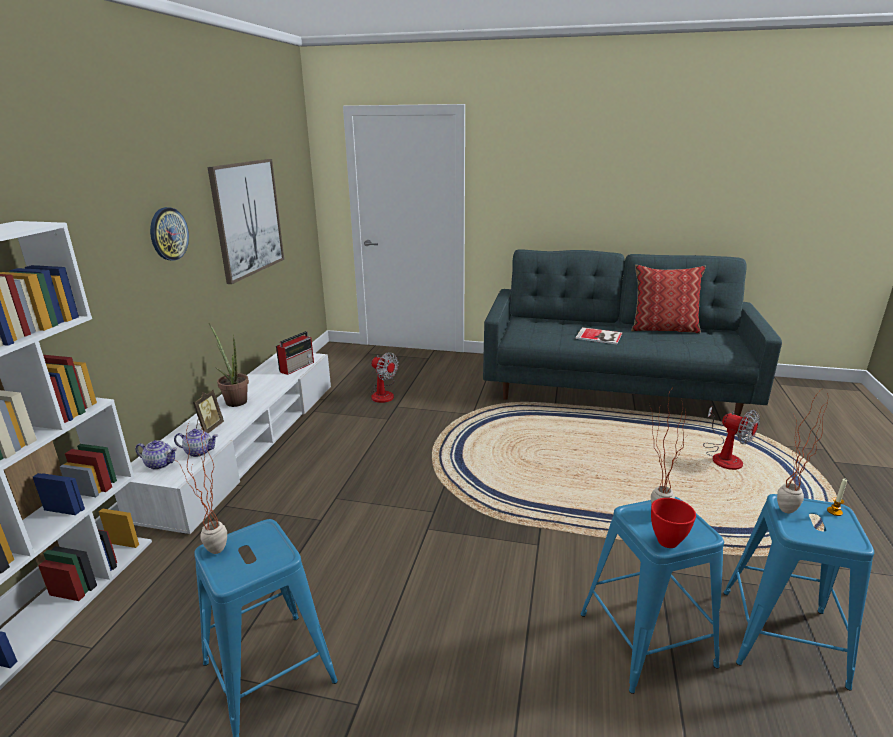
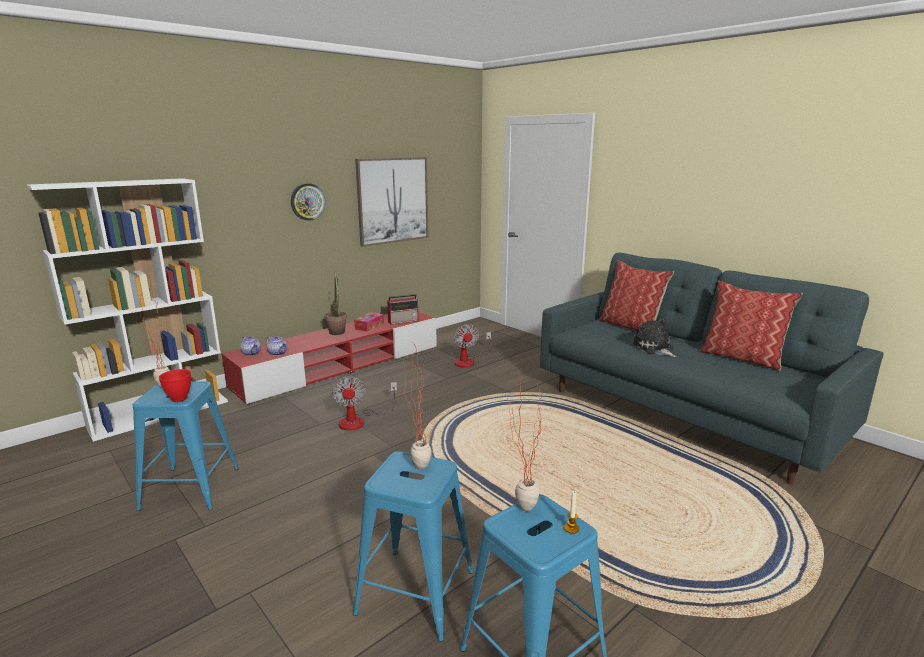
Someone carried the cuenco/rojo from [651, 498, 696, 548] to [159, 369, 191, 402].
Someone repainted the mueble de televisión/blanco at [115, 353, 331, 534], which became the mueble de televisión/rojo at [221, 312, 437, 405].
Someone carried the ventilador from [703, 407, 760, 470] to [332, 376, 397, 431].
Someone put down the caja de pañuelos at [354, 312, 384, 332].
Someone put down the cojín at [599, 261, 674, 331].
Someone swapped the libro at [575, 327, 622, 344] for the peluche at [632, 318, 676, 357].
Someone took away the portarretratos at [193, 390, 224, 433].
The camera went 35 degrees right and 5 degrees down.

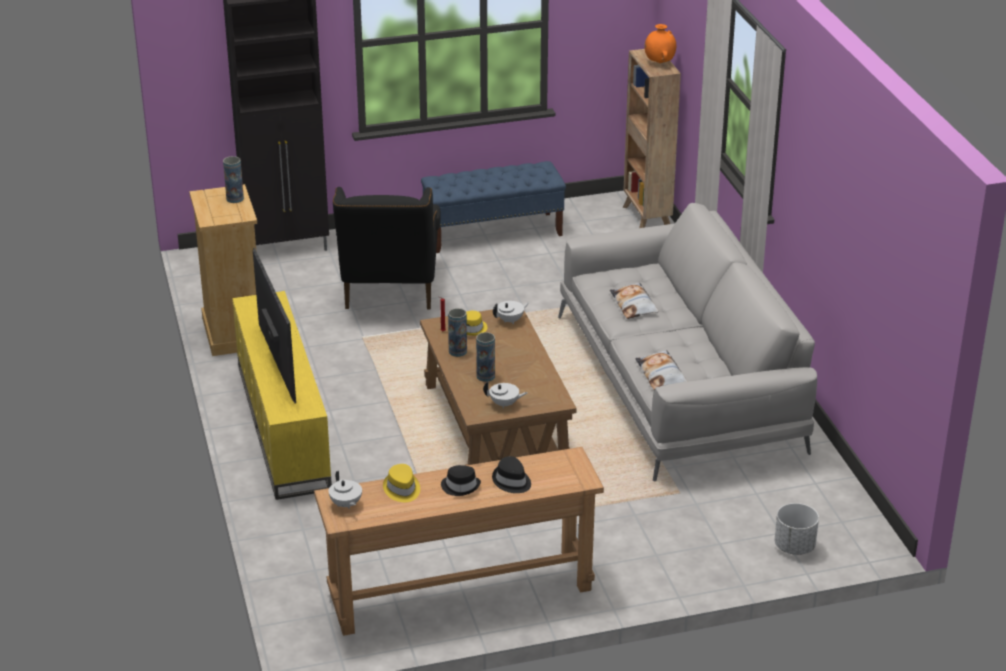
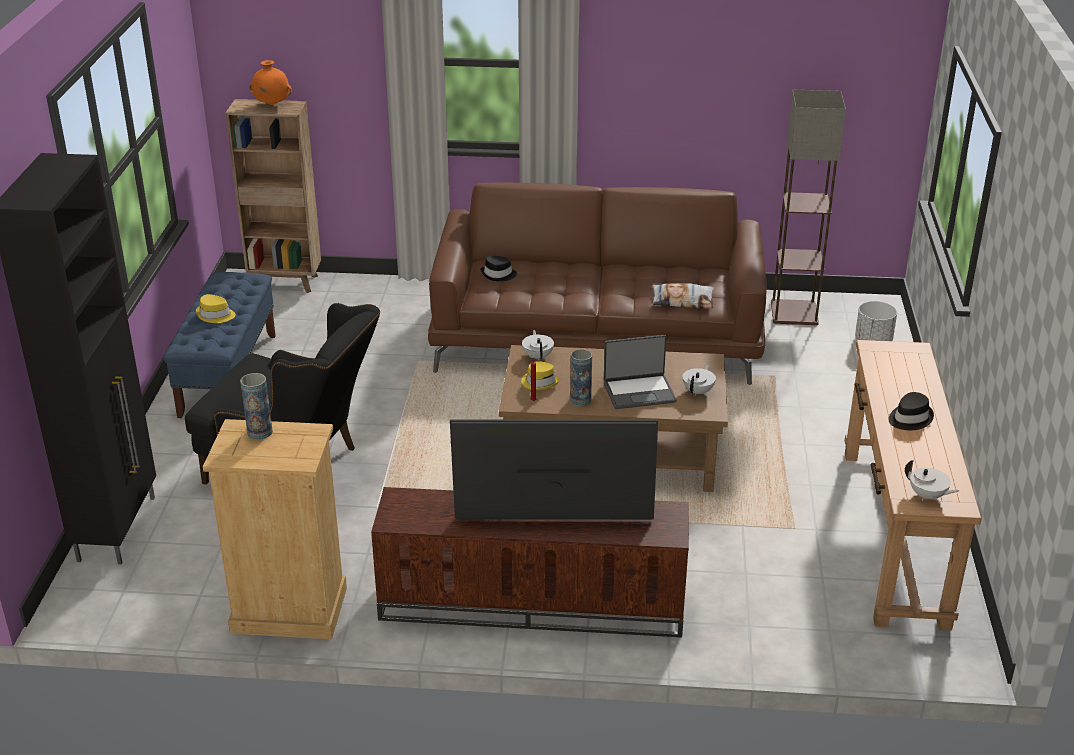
Someone carried the sombrero/amarillo from [383, 464, 420, 502] to [196, 294, 236, 323].
Someone repainted the mueble de televisión/amarillo at [232, 291, 332, 500], which became the mueble de televisión/marrón at [371, 487, 689, 637].
Someone repainted the sofá/gris at [558, 203, 817, 481], which became the sofá/marrón at [428, 183, 767, 385].
Someone carried the sombrero/negro from [492, 456, 531, 493] to [481, 256, 517, 281].
Someone swapped the florero at [476, 332, 495, 382] for the portátil at [604, 335, 677, 409].
Someone put down the lámpara de pie at [771, 90, 846, 325].
Someone rotated the tetera/blanco at [328, 471, 362, 509] by 45 degrees clockwise.
Someone took away the cojín at [610, 282, 659, 319].
The camera went 70 degrees left and 0 degrees up.

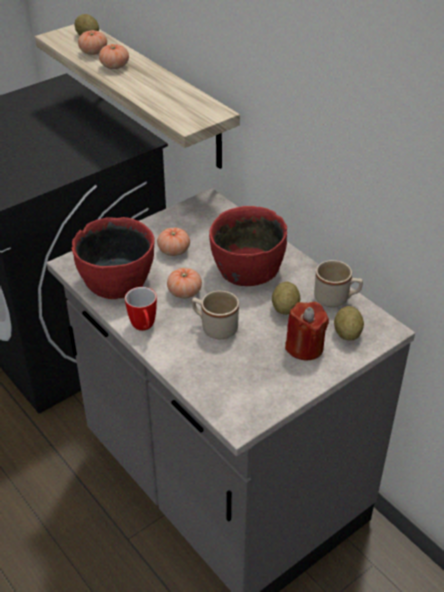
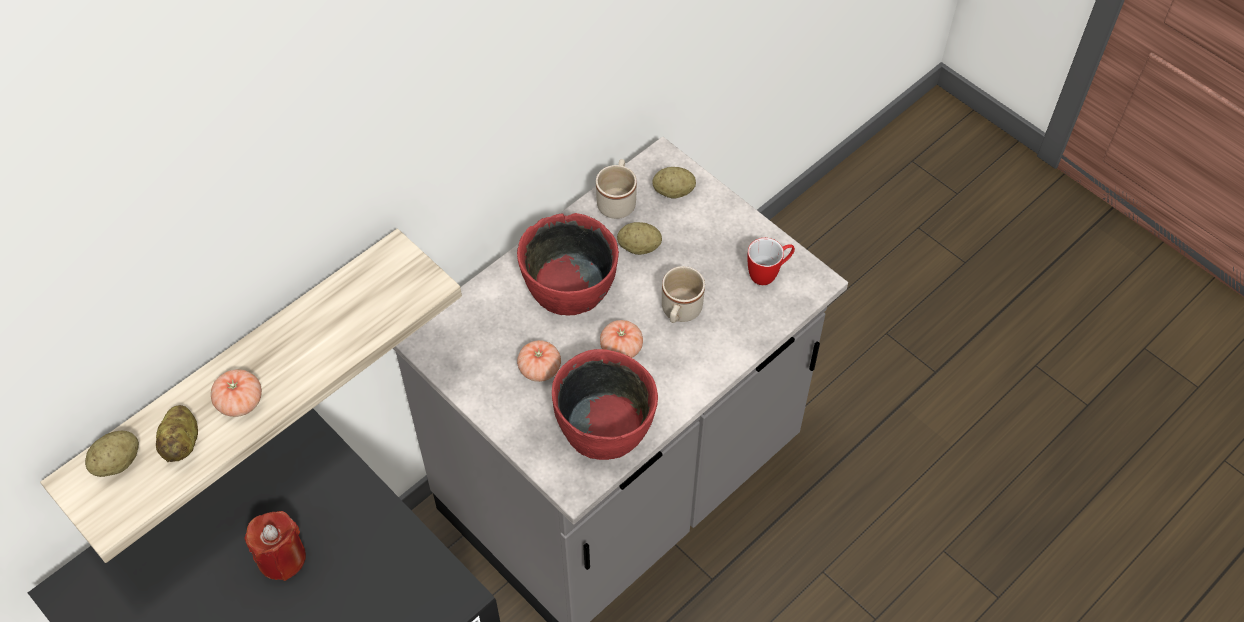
Someone swapped the tomate at [78, 30, 107, 55] for the patata at [156, 405, 198, 462].
Someone carried the vela/rojo from [285, 302, 329, 361] to [244, 511, 306, 581].
Someone carried the taza grande from [125, 287, 157, 331] to [748, 238, 795, 285].
The camera went 95 degrees left and 15 degrees up.

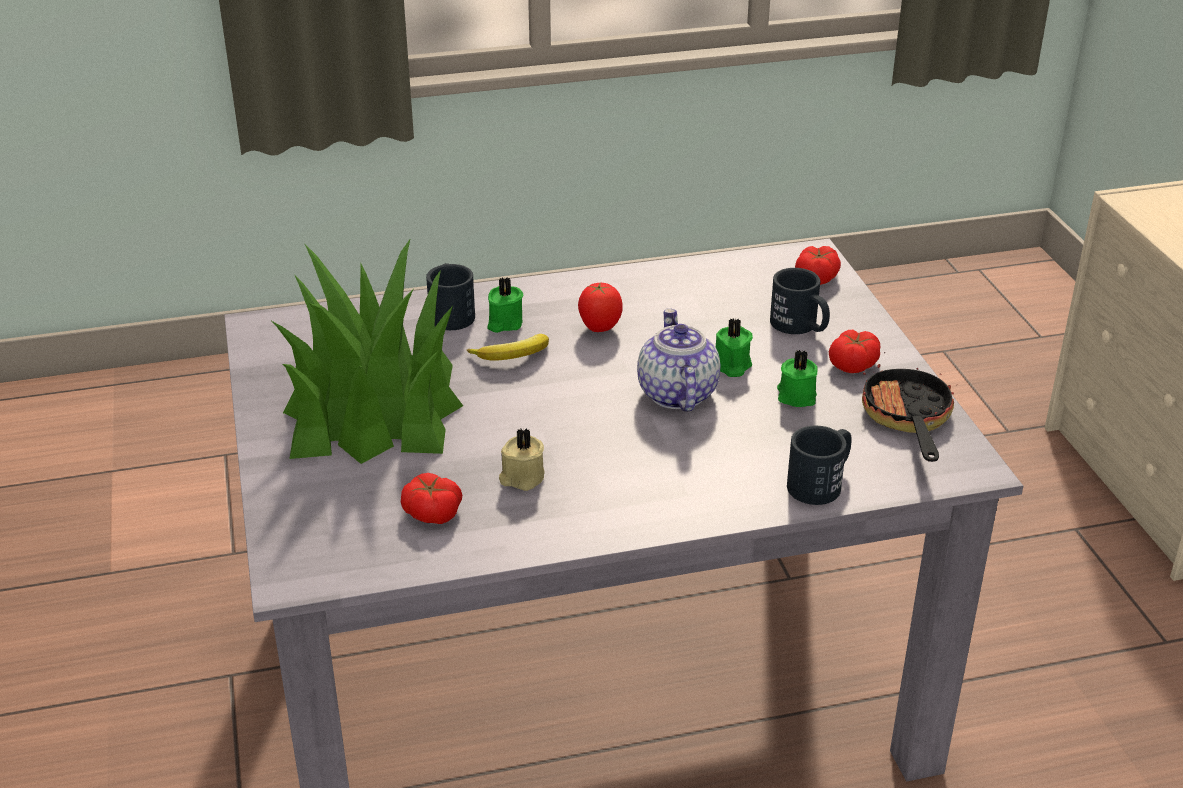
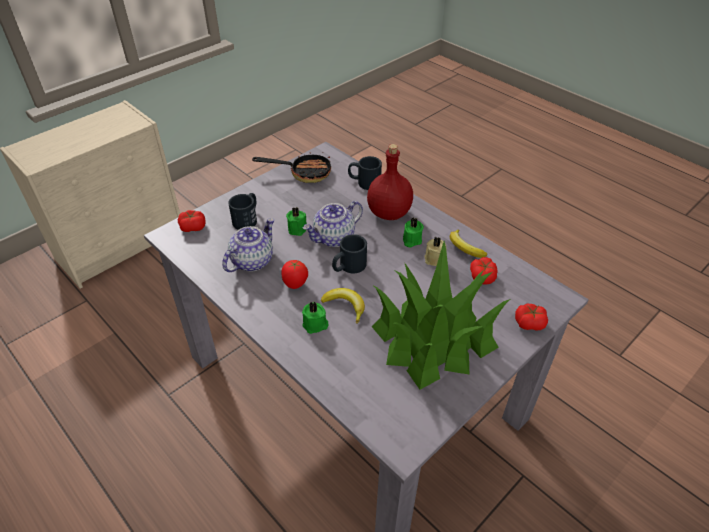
Someone put down the tetera at [222, 218, 275, 272].
Someone rotated the sartén at [862, 352, 955, 462] by 150 degrees counterclockwise.
Someone carried the taza grande/negro from [426, 263, 475, 330] to [332, 234, 367, 274].
Someone put down the botella/rojo at [367, 144, 413, 220].
Someone carried the vela/verde from [777, 350, 818, 407] to [403, 217, 424, 247].
Someone put down the plátano at [450, 230, 487, 258].
Someone carried the tomate from [829, 330, 881, 373] to [515, 304, 548, 330].
The camera went 120 degrees left and 10 degrees up.

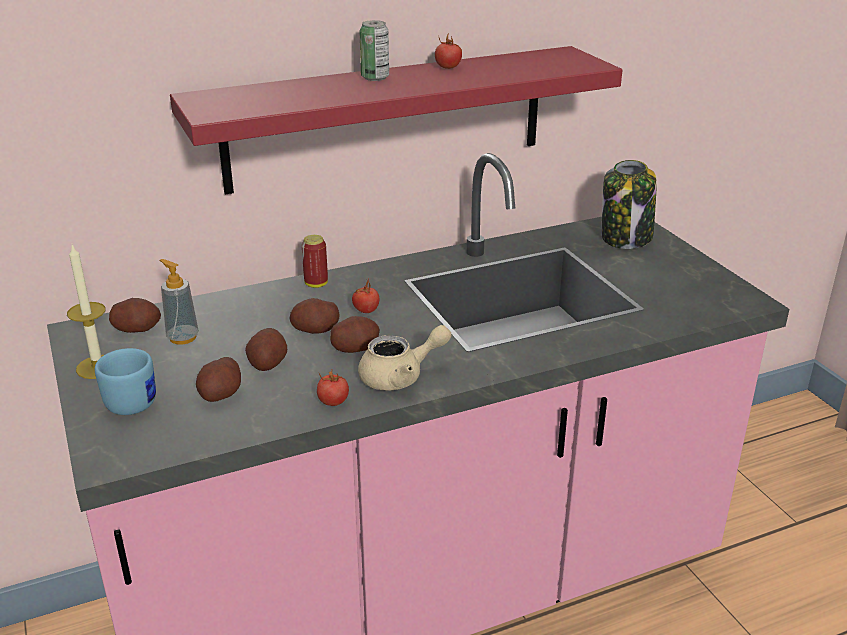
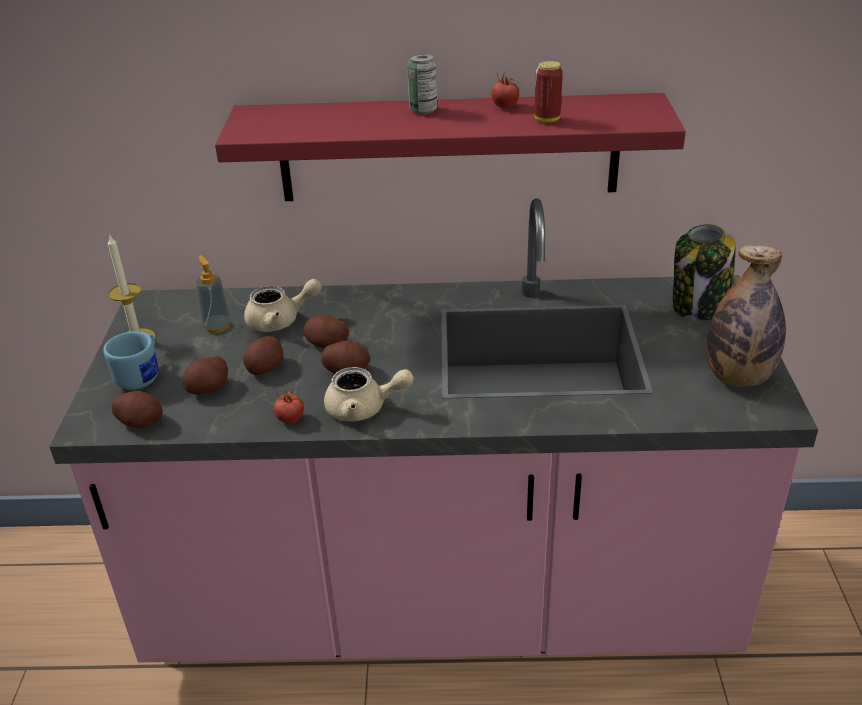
Someone carried the patata from [109, 298, 161, 333] to [112, 391, 163, 429].
Someone put down the tetera/beis at [244, 279, 322, 332].
Someone carried the lata from [302, 235, 328, 288] to [534, 61, 563, 123].
Someone put down the botella at [706, 245, 786, 387].
Someone took away the tomate at [352, 279, 379, 313].
The camera went 25 degrees right and 5 degrees up.

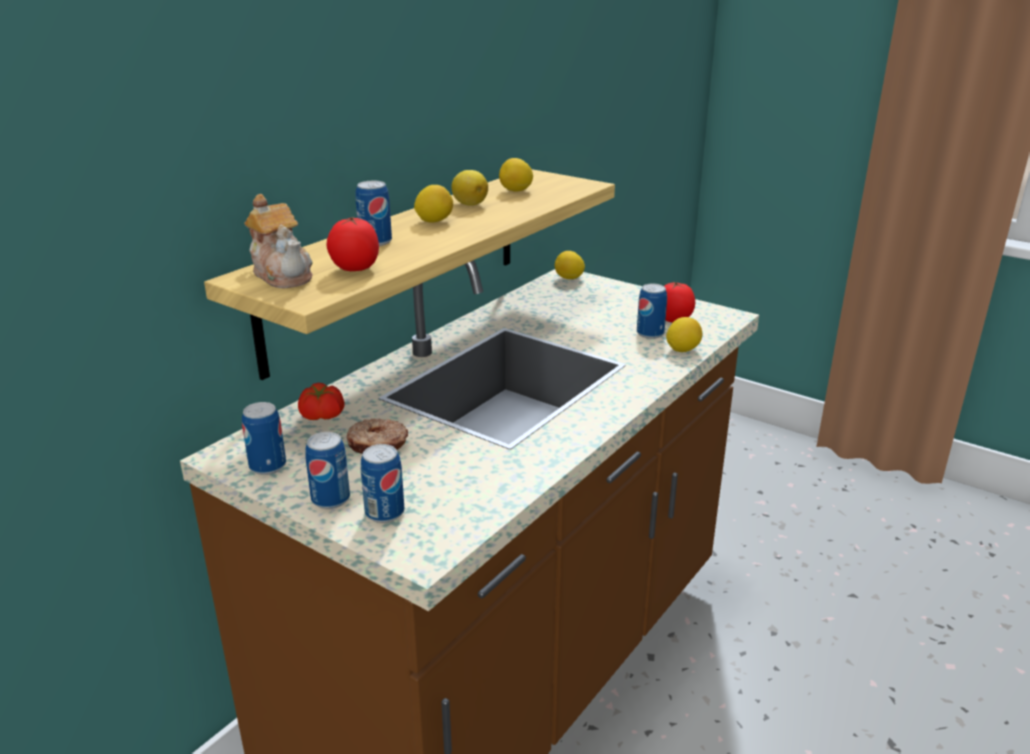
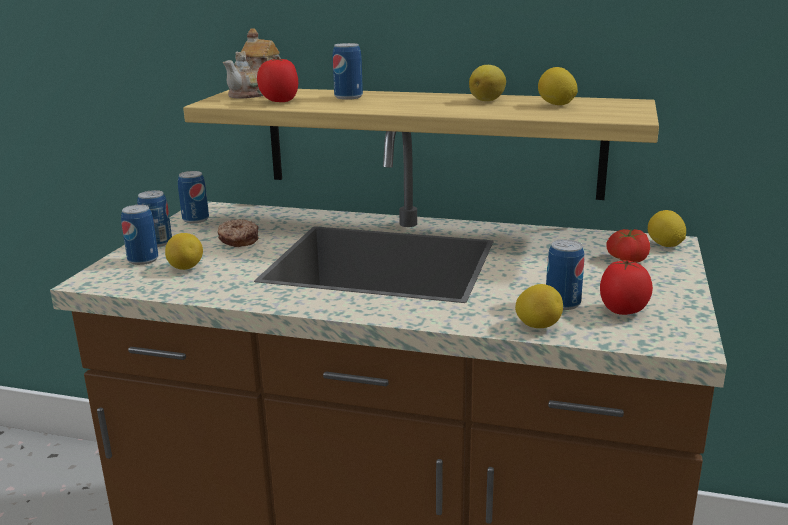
Someone carried the limón from [414, 185, 453, 223] to [165, 233, 203, 270].
Someone carried the tomate from [298, 383, 345, 420] to [606, 229, 650, 263].
The camera went 70 degrees right and 5 degrees down.

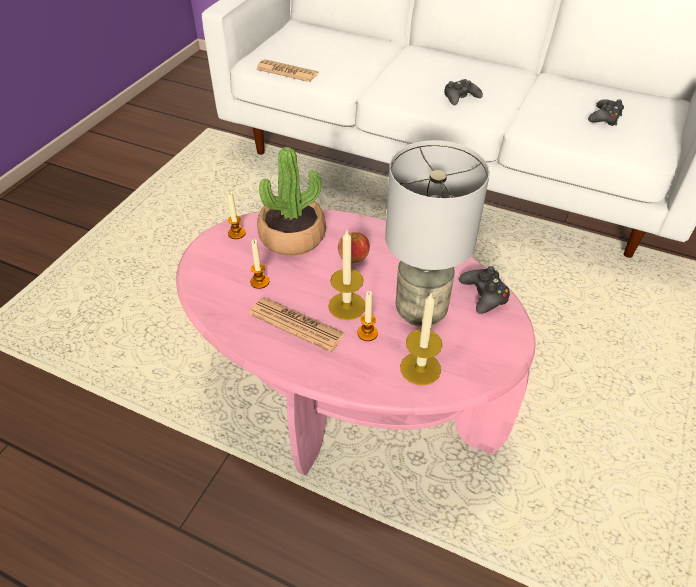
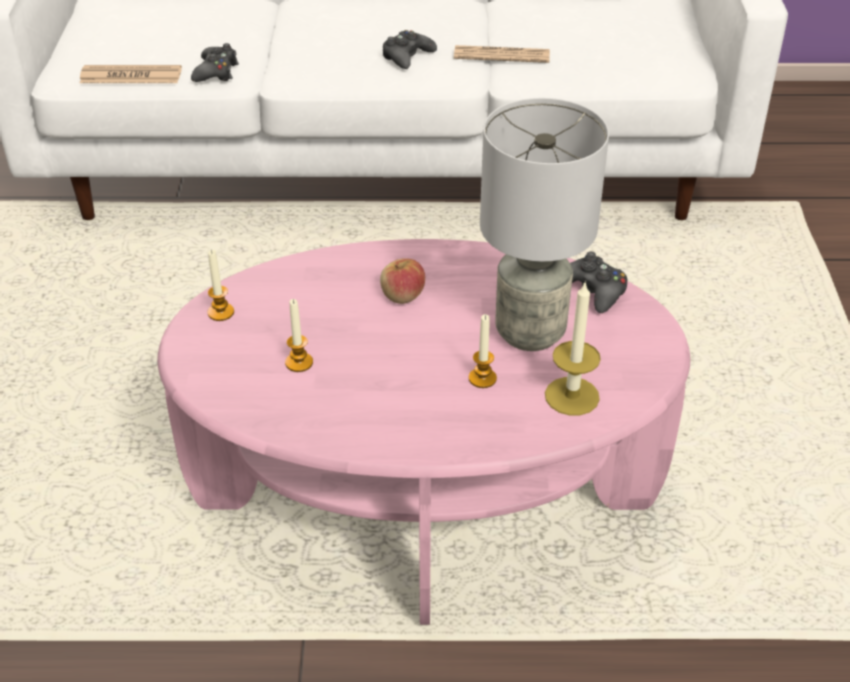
Someone carried the mando de consola/negro from [588, 99, 624, 126] to [191, 43, 239, 82].
Someone carried the periódico from [249, 298, 346, 352] to [454, 45, 550, 63].
Someone took away the planta en maceta at [257, 147, 326, 255].
Someone took away the vela at [328, 230, 365, 320].
The camera went 25 degrees left and 5 degrees down.

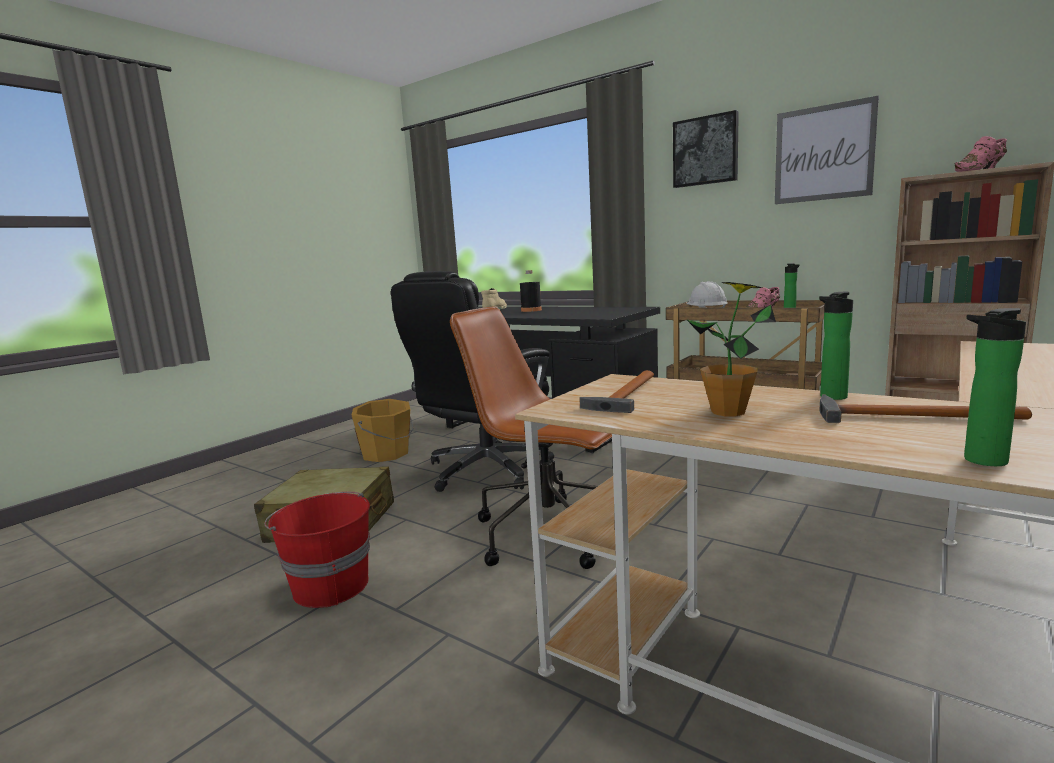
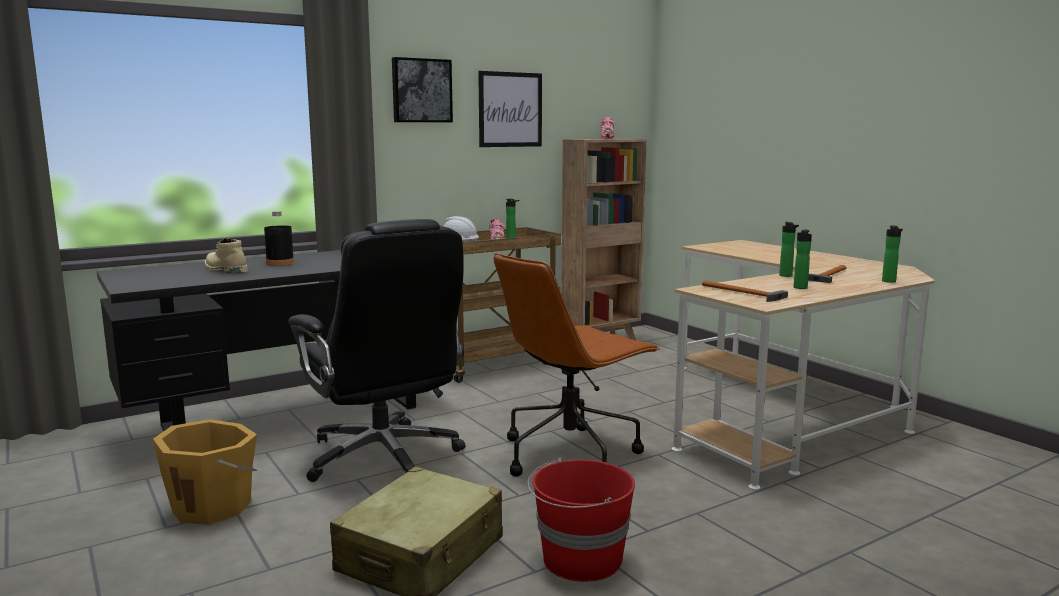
Someone swapped the planta en maceta at [686, 282, 776, 416] for the botella at [794, 230, 812, 289].
The camera went 70 degrees left and 0 degrees up.

